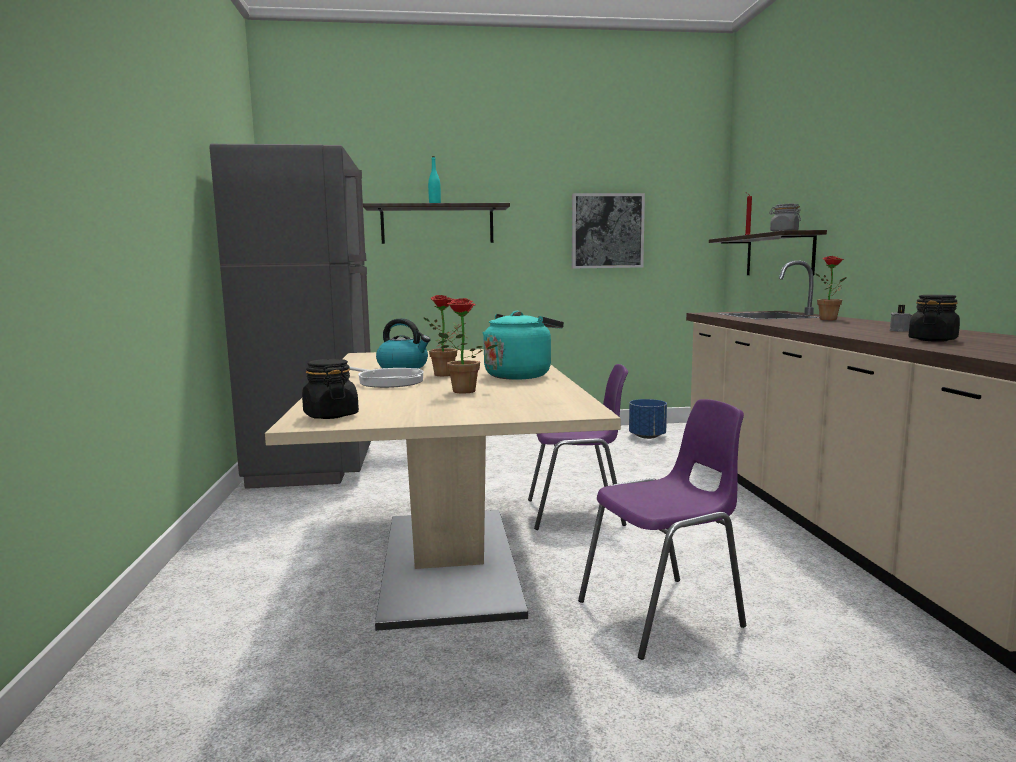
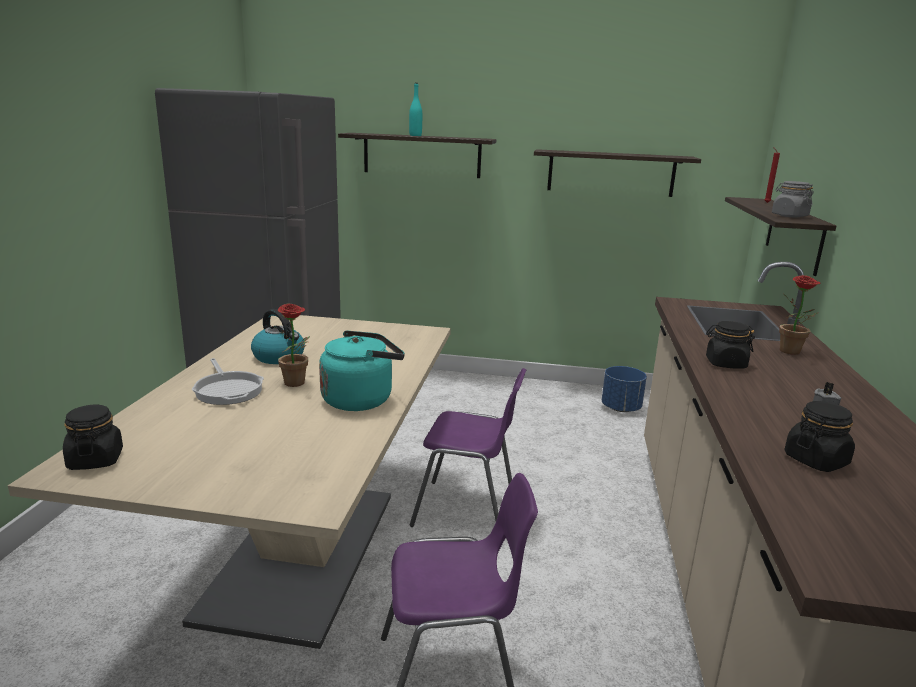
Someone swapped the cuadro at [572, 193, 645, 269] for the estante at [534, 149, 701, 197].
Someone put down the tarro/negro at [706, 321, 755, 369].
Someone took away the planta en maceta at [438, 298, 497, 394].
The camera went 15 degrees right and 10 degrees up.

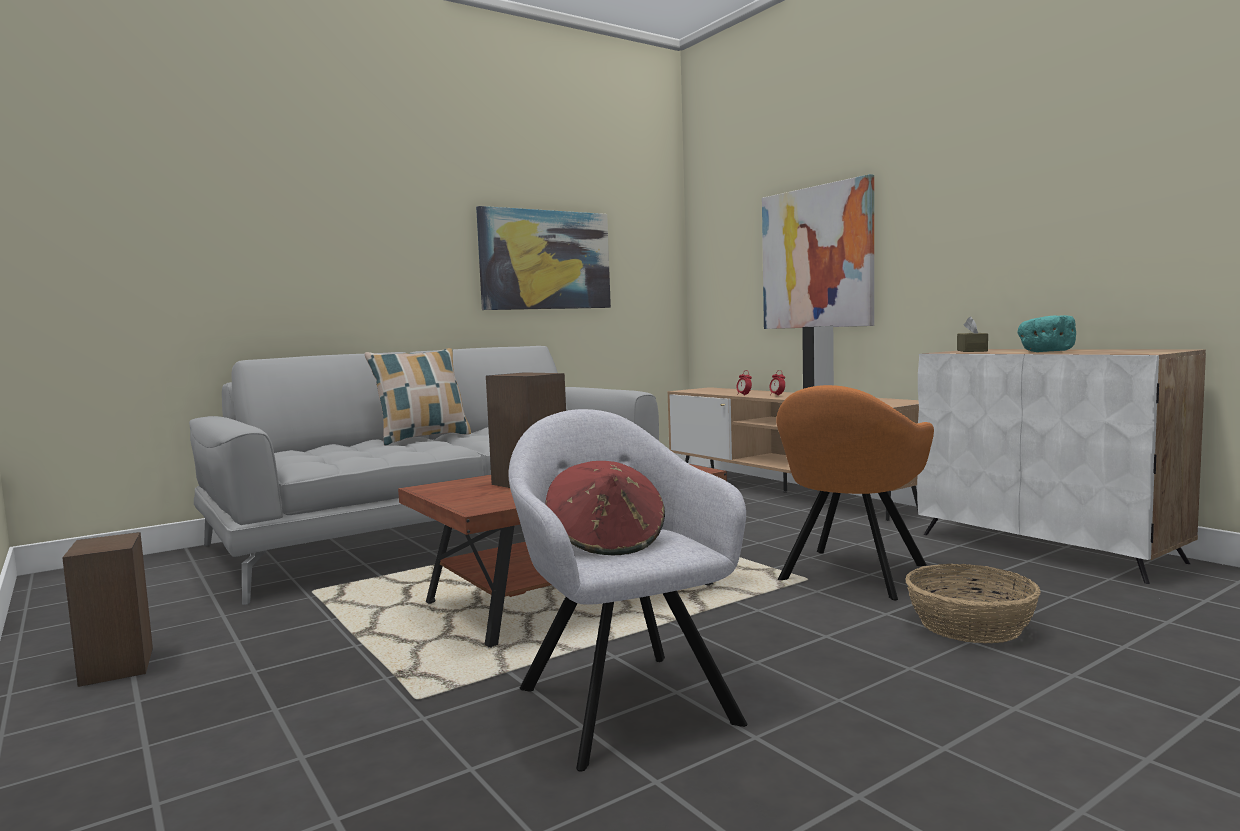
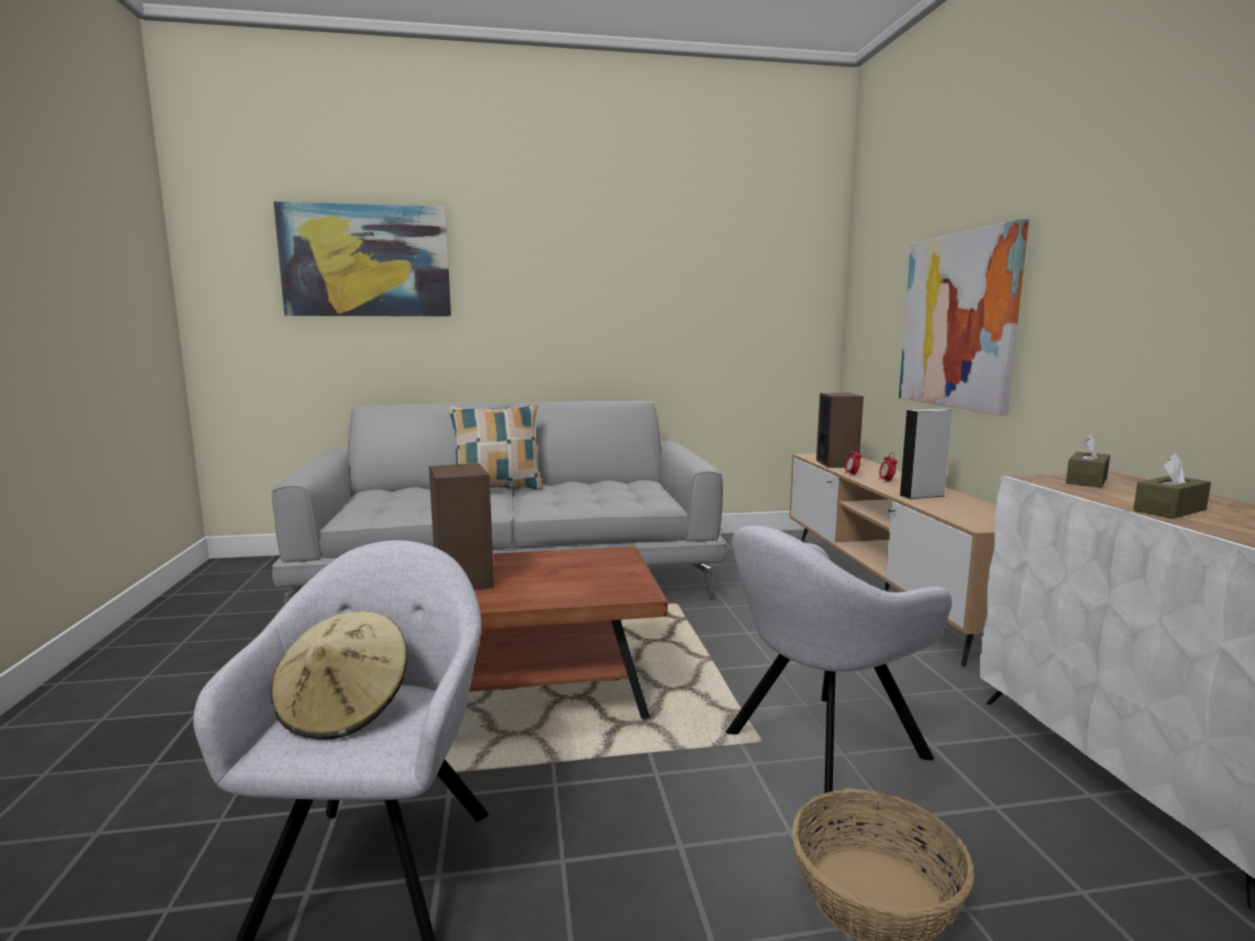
Someone repainted the sombrero/rojo at [545, 461, 665, 555], which became the sombrero/beis at [271, 611, 407, 740].
Someone carried the cuadro from [476, 206, 611, 310] to [274, 202, 451, 316].
Someone repainted the sillón/naranja at [776, 385, 934, 600], which became the sillón/gris at [726, 526, 952, 809].
Someone carried the altavoz from [62, 532, 153, 687] to [816, 393, 864, 468].
Someone swapped the cuenco/turquesa at [1018, 315, 1076, 352] for the caja de pañuelos/marrón at [1133, 453, 1211, 519].
The camera went 25 degrees right and 5 degrees up.

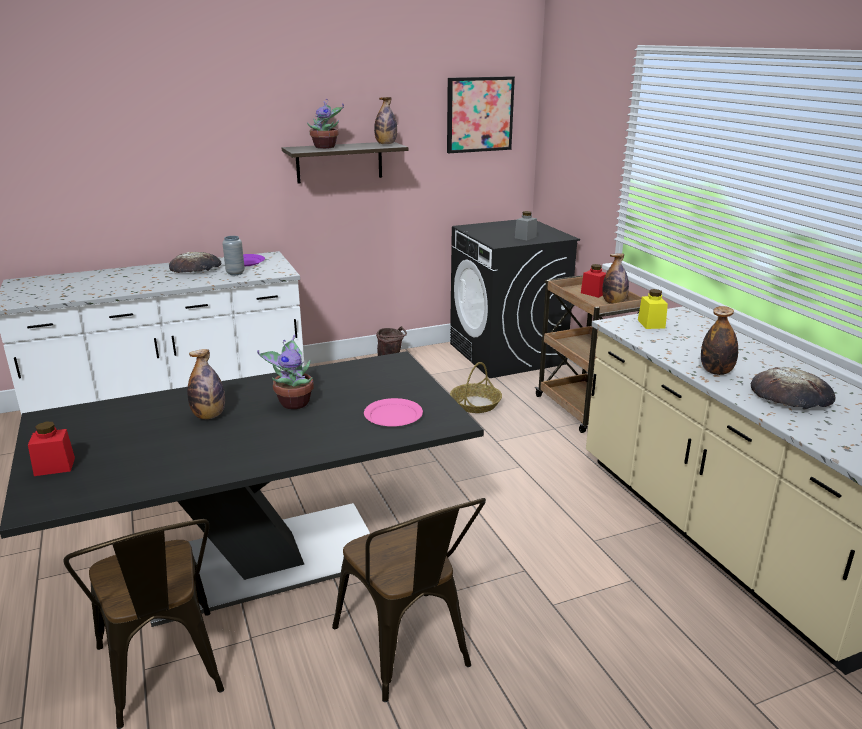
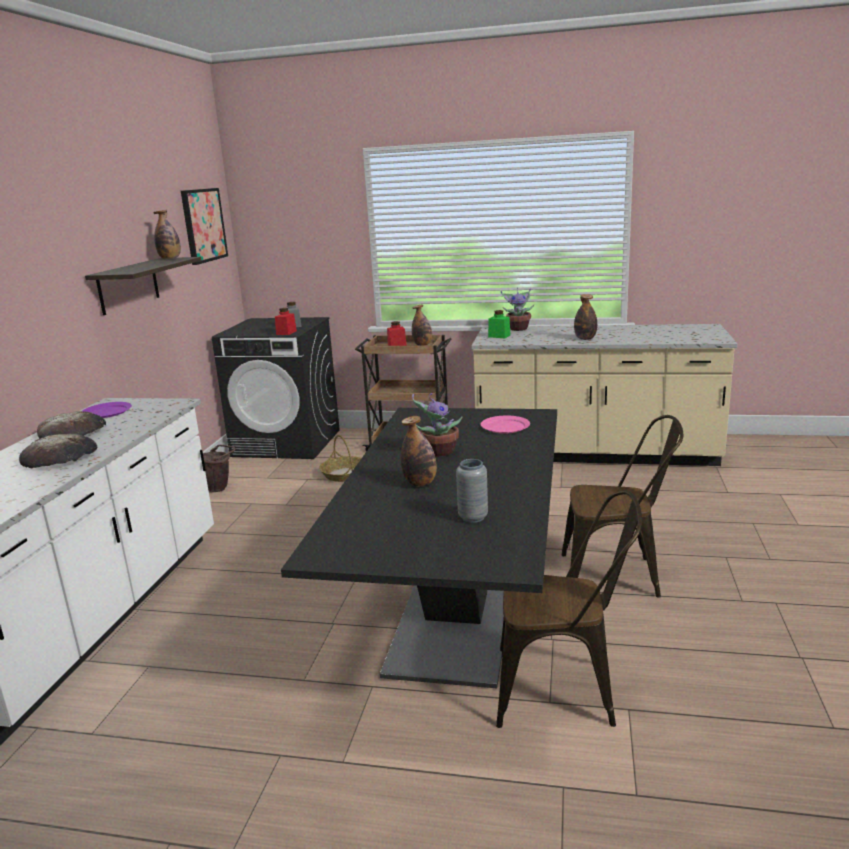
Someone carried the pan from [751, 367, 836, 409] to [19, 434, 98, 468].
Someone carried the tarro/rojo from [28, 421, 75, 476] to [275, 308, 297, 335].
Someone carried the florero/gris from [222, 236, 245, 275] to [456, 459, 488, 523].
Someone repainted the tarro/amarillo at [638, 289, 668, 329], which became the tarro/verde at [488, 310, 511, 338].
Someone carried the planta en maceta from [307, 99, 344, 149] to [501, 287, 534, 331].
The camera went 55 degrees left and 5 degrees down.

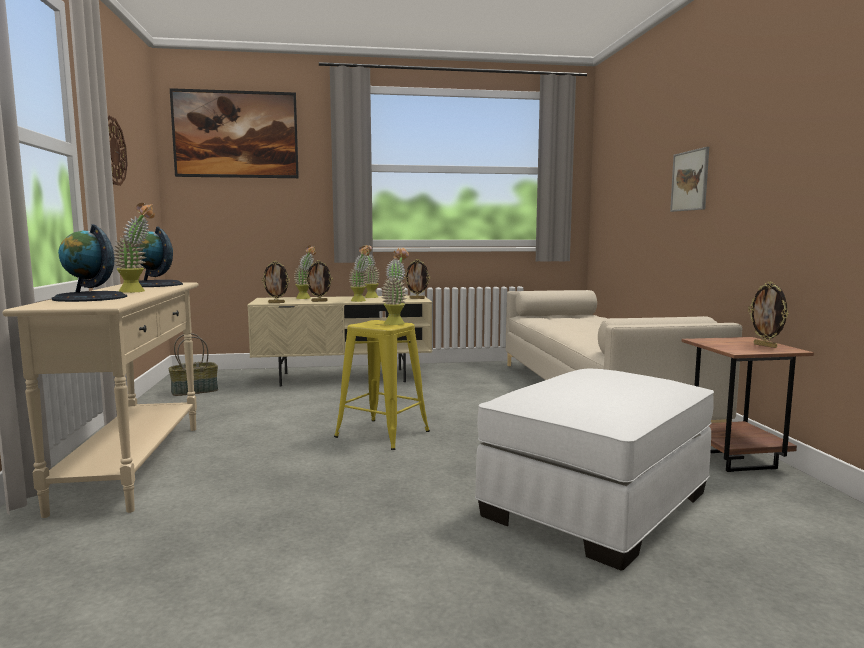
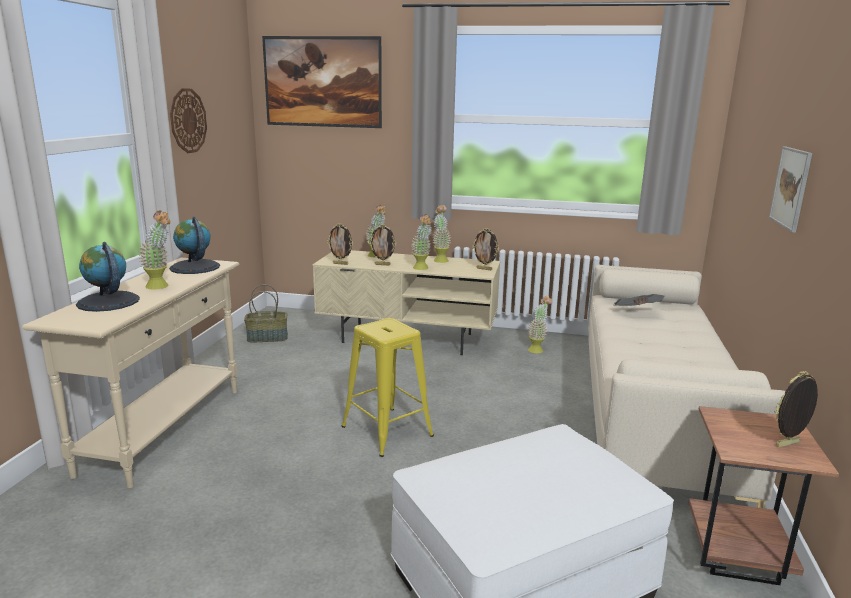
Someone carried the planta en maceta from [381, 248, 409, 325] to [528, 296, 552, 353].
Someone put down the periódico at [614, 294, 665, 306].
Someone rotated the portarretratos at [748, 281, 788, 348] by 75 degrees clockwise.
The camera went 20 degrees right and 10 degrees up.

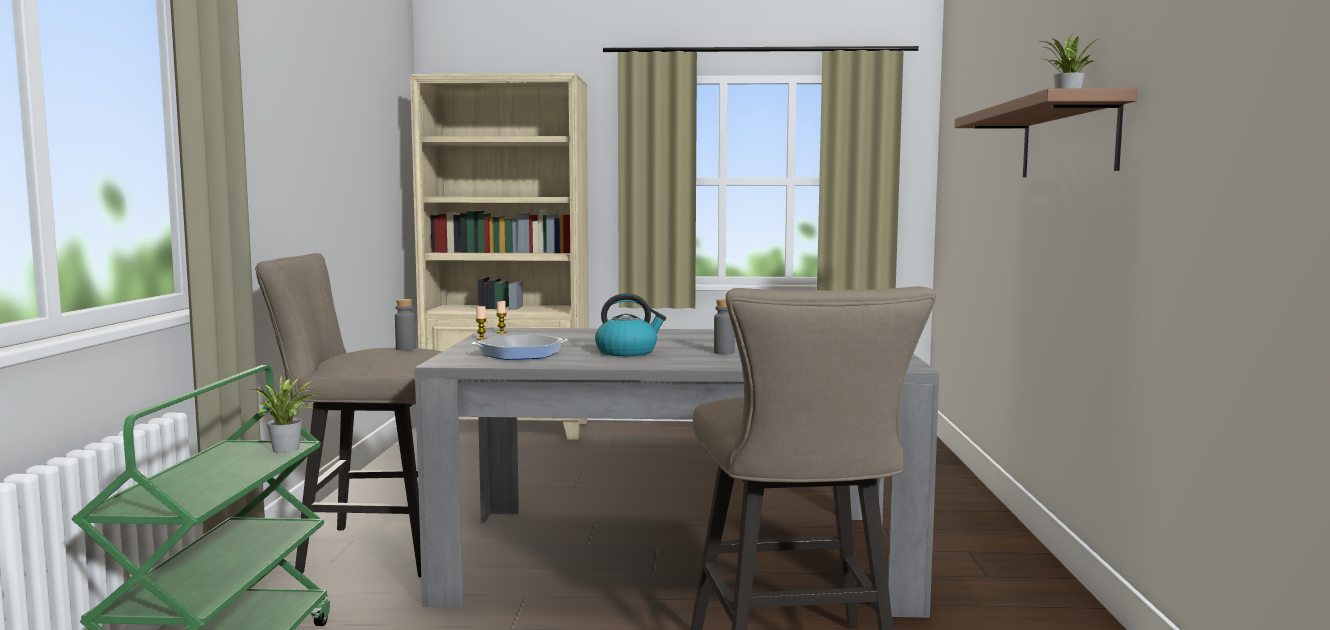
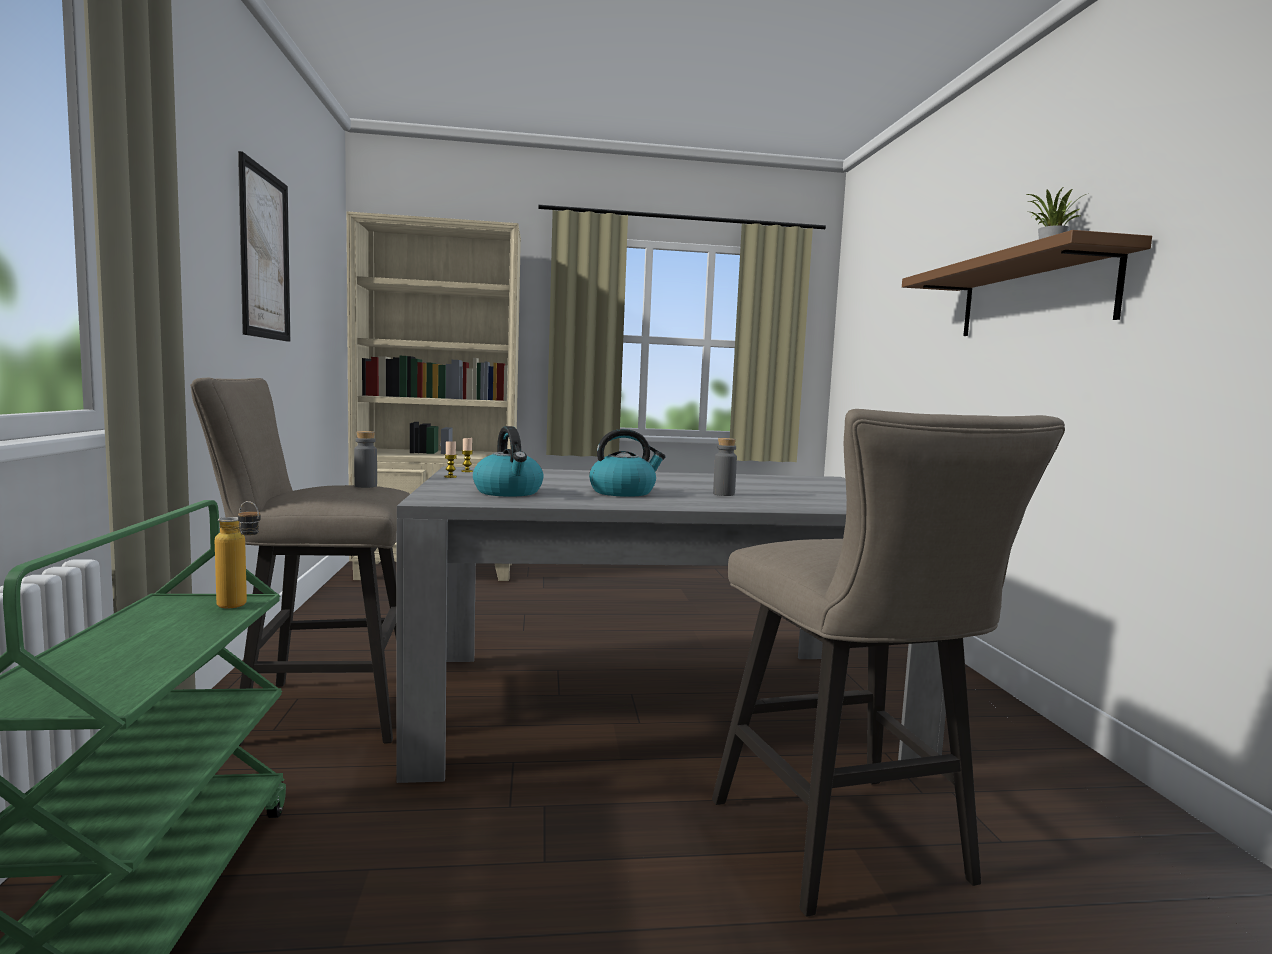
Someone swapped the planta en maceta at [248, 375, 322, 453] for the botella at [215, 501, 260, 608].
Someone put up the cuadro at [238, 151, 290, 342].
Someone swapped the sartén at [472, 334, 568, 360] for the hervidor at [473, 426, 544, 497].
The camera went 10 degrees left and 0 degrees up.

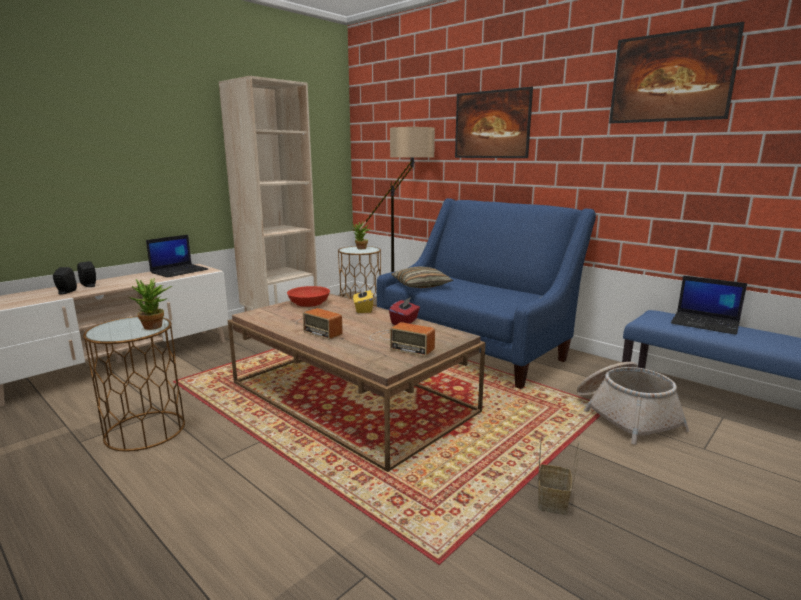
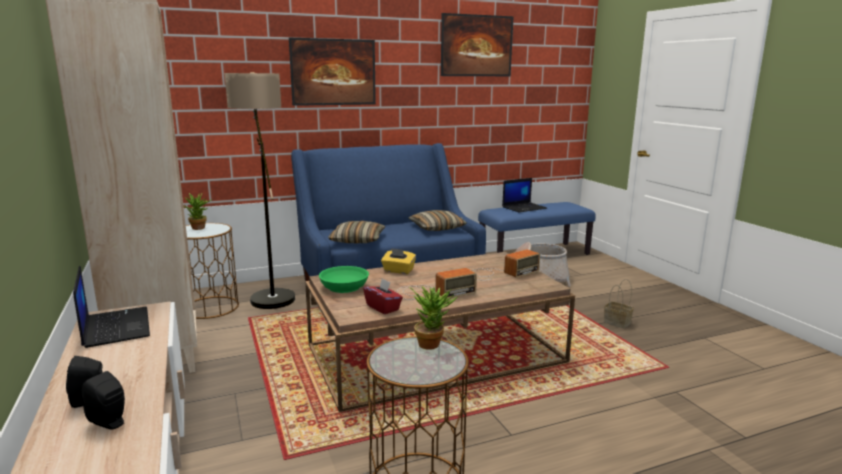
Someone repainted the cuenco/rojo at [287, 286, 330, 307], which became the cuenco/verde at [319, 266, 369, 293].
Someone carried the caja de pañuelos/rojo from [389, 297, 420, 325] to [363, 278, 403, 314].
Someone put down the cojín at [408, 210, 467, 231].
The camera went 65 degrees left and 0 degrees up.

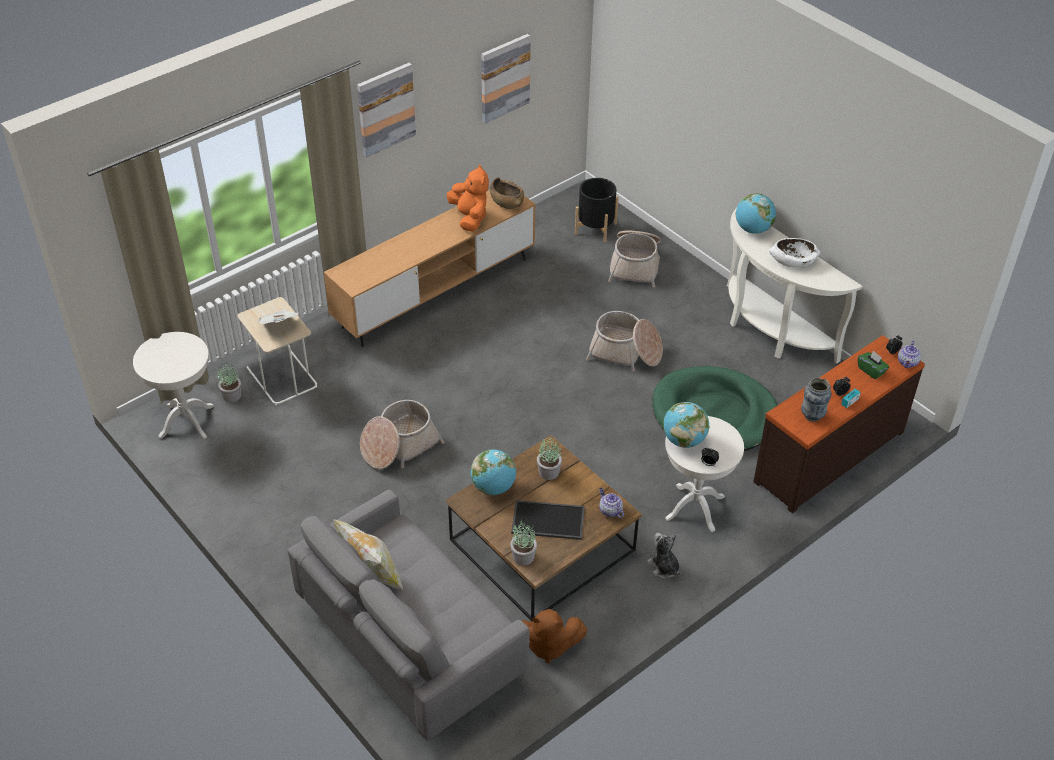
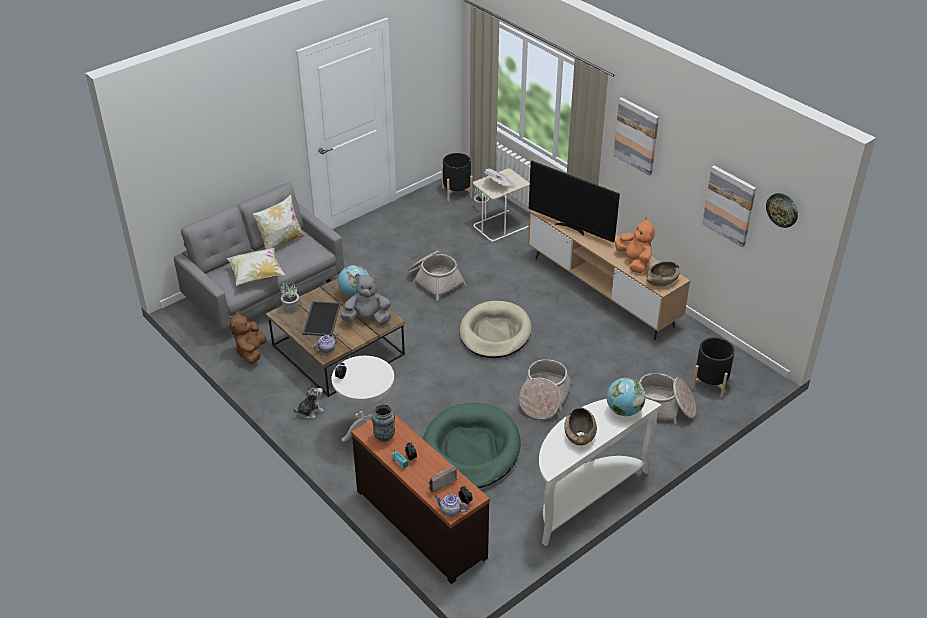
Someone put down the cojín at [227, 248, 285, 286].
Someone swapped the planta en maceta at [537, 435, 562, 480] for the peluche/gris at [340, 274, 391, 325].
Someone swapped the caja de pañuelos/verde at [858, 351, 889, 379] for the radio at [428, 466, 457, 493].
Someone swapped the mesa auxiliar/blanco at [133, 332, 214, 439] for the maceta/negro at [442, 153, 472, 201].
Someone put down the cama para perro/beis at [459, 301, 532, 358].
Someone put down the televisor at [529, 161, 620, 243].
Someone repainted the cuenco/blanco at [769, 238, 820, 267], which became the cuenco/marrón at [564, 407, 597, 446].
Someone rotated the peluche/naranja at [447, 164, 489, 232] by 90 degrees counterclockwise.
Someone put up the reloj de pared at [766, 193, 798, 228].
Someone took away the globo terráqueo at [663, 402, 710, 448].
The camera went 90 degrees right and 5 degrees down.

